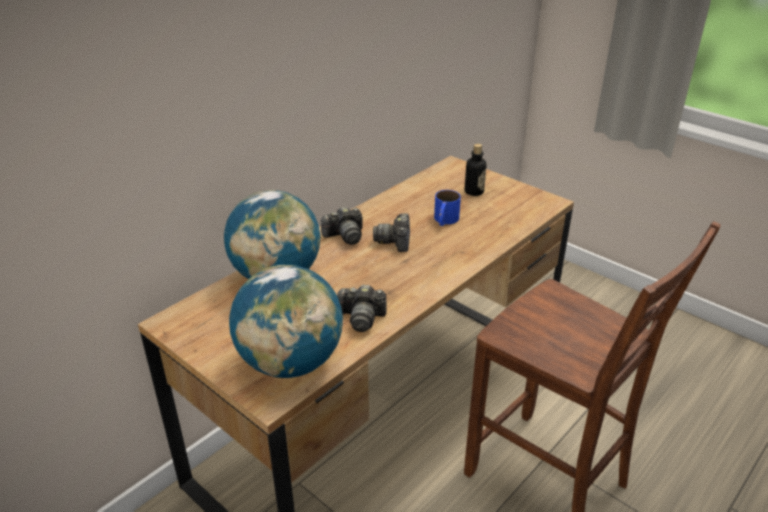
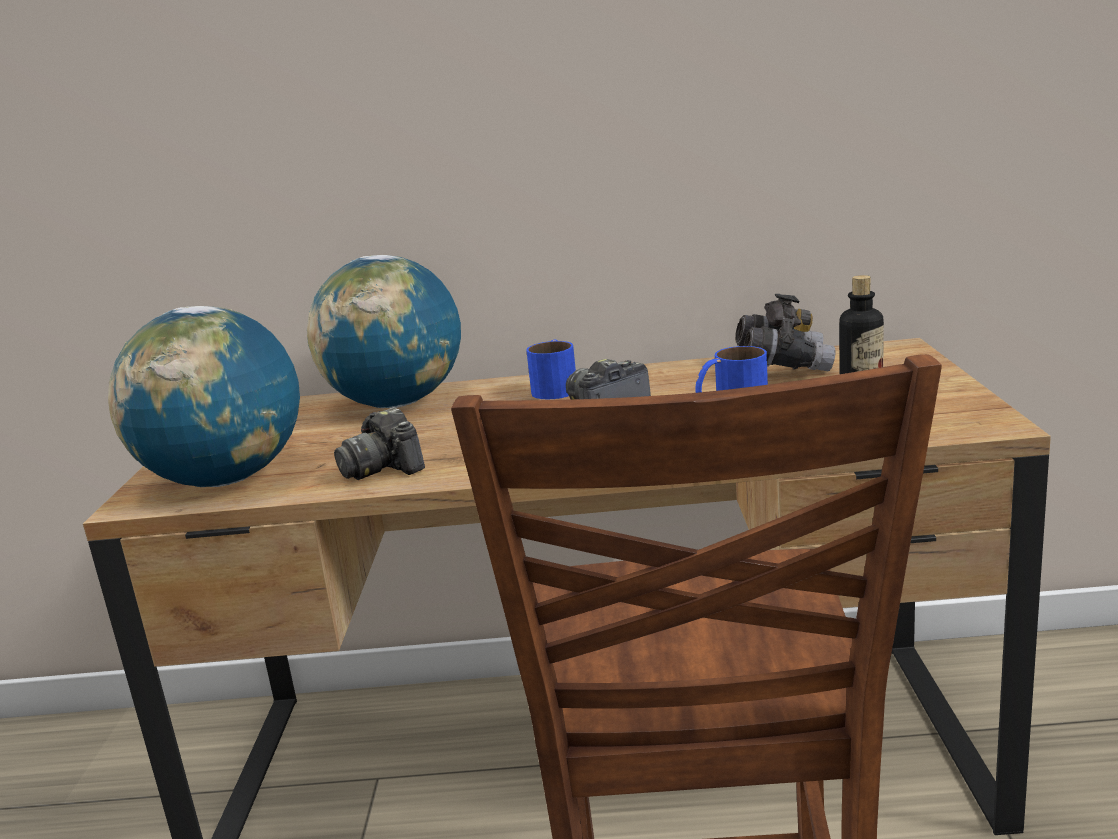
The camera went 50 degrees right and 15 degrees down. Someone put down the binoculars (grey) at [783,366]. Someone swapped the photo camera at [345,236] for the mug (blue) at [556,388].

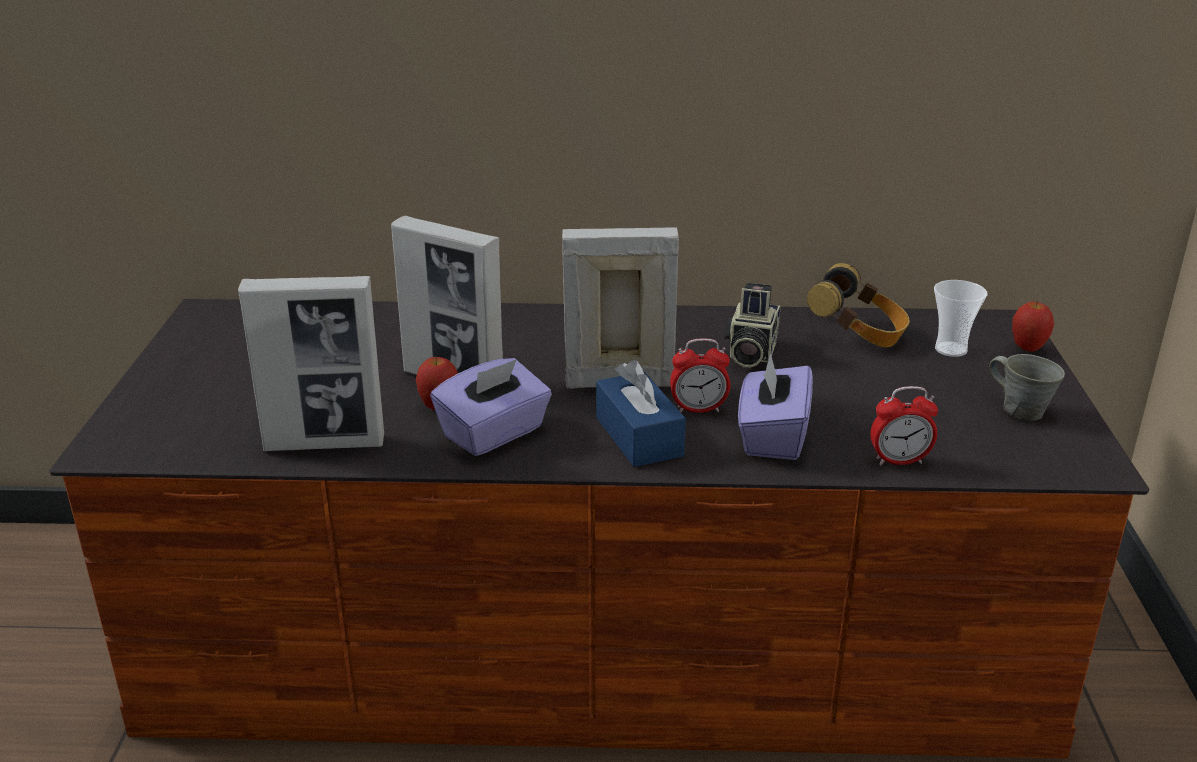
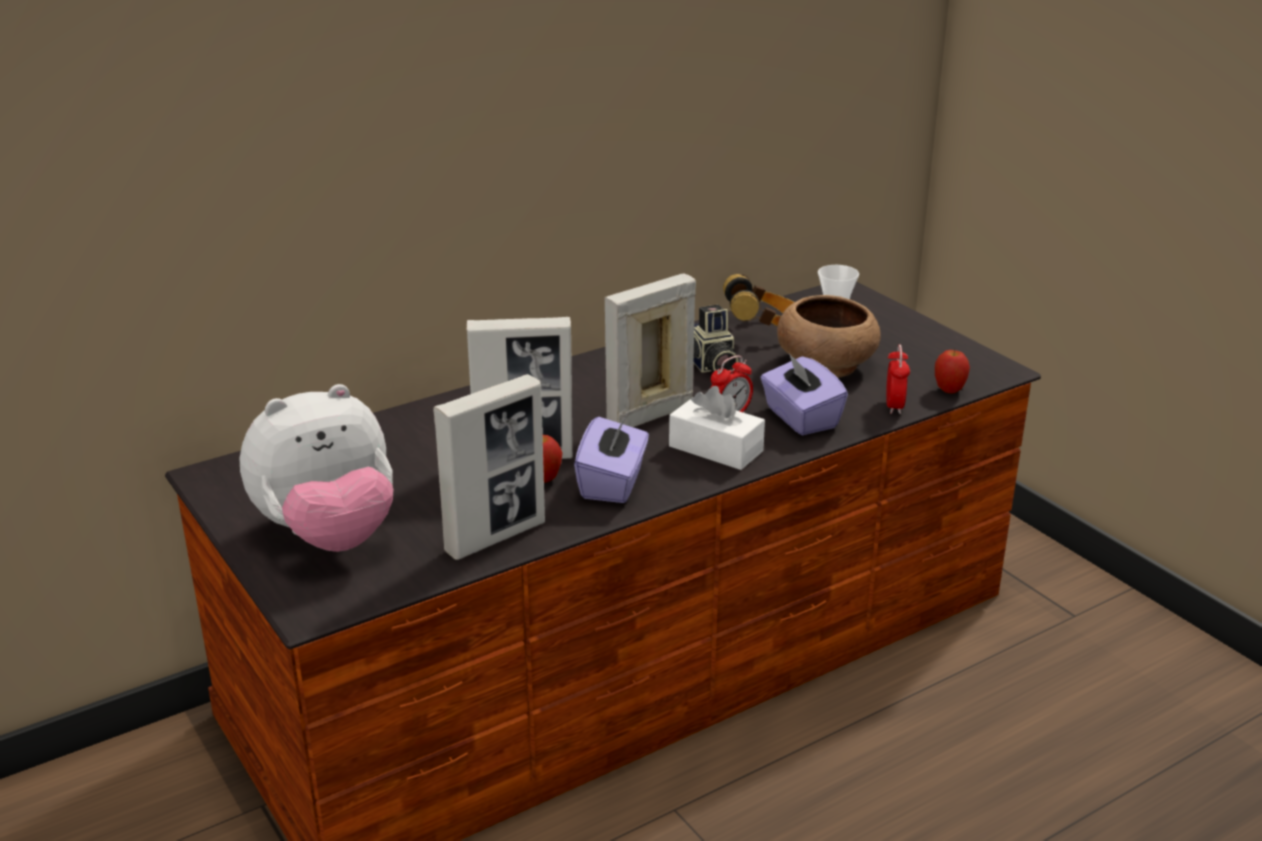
The camera went 35 degrees left and 0 degrees up. Someone took away the mug (grey) at [1020,410]. Someone put down the plush toy at [329,536]. Someone put down the bowl (brown) at [827,365]. Someone carried the apple from [1027,348] to [949,391]. Someone repainted the tissue box (blue) at [639,436], which became the tissue box (white) at [715,449]. Someone rotated the alarm clock at [899,461] by 45 degrees counterclockwise.

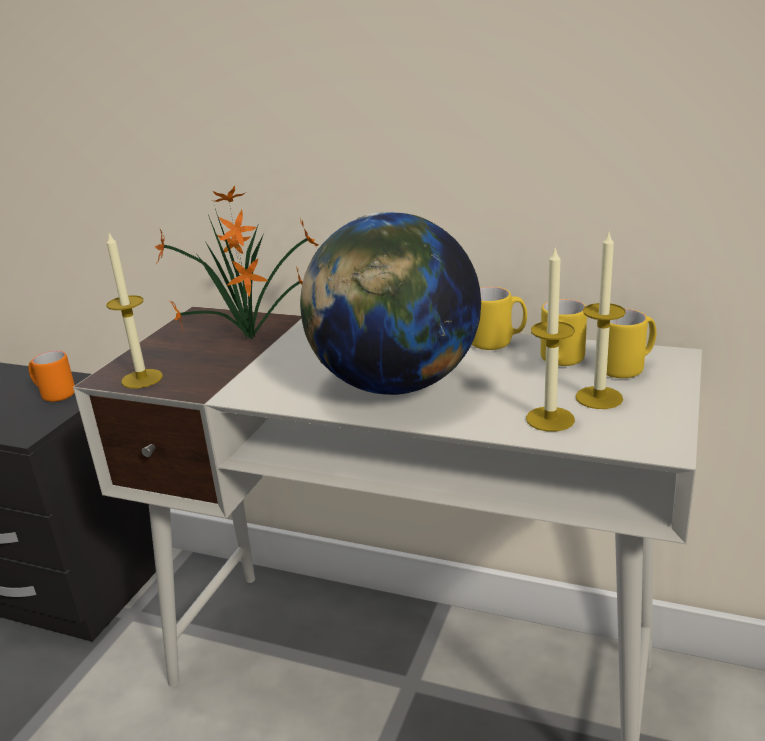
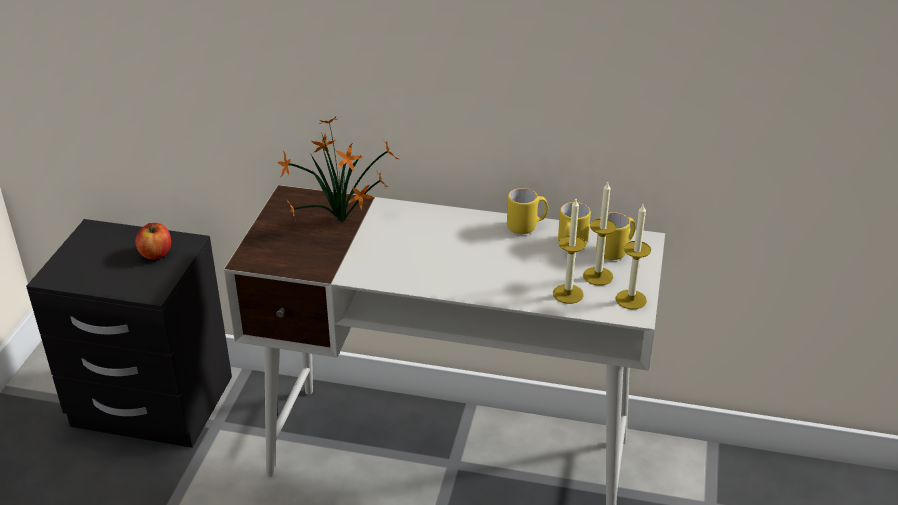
The camera went 10 degrees left and 10 degrees up. Someone took away the globe at [395,385]. Someone carried the candle from [142,379] to [631,299]. Someone swapped the mug (orange) at [54,394] for the apple at [156,254].

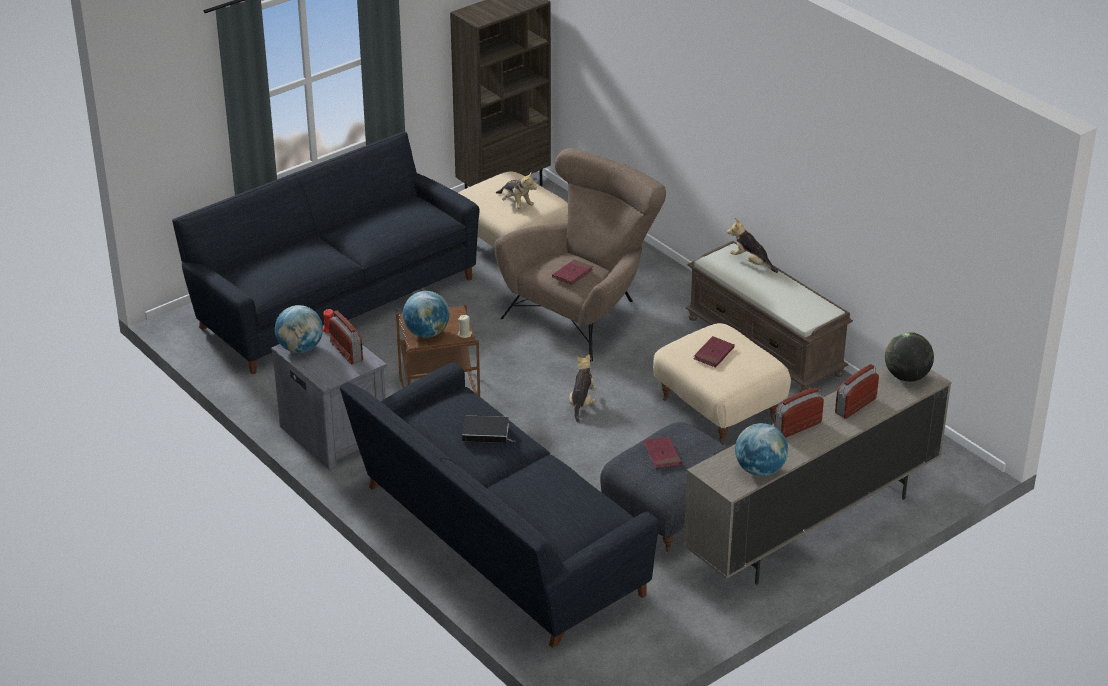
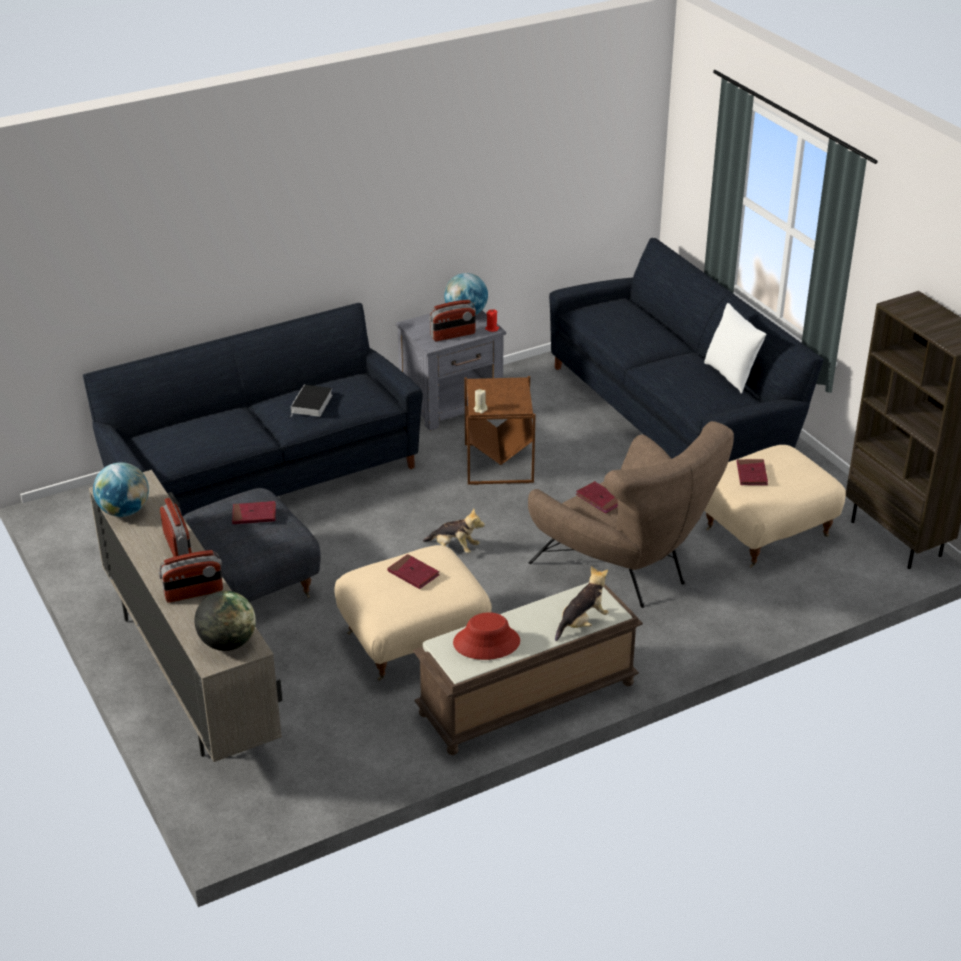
The camera went 100 degrees right and 0 degrees up. Someone took away the globe at [427,333]. Someone put down the hat (red) at [486,642]. Someone put down the pillow (white) at [731,375]. Someone swapped the plush toy at [515,204] for the book (red) at [751,474]. Someone rotated the radio at [855,406] by 105 degrees clockwise.

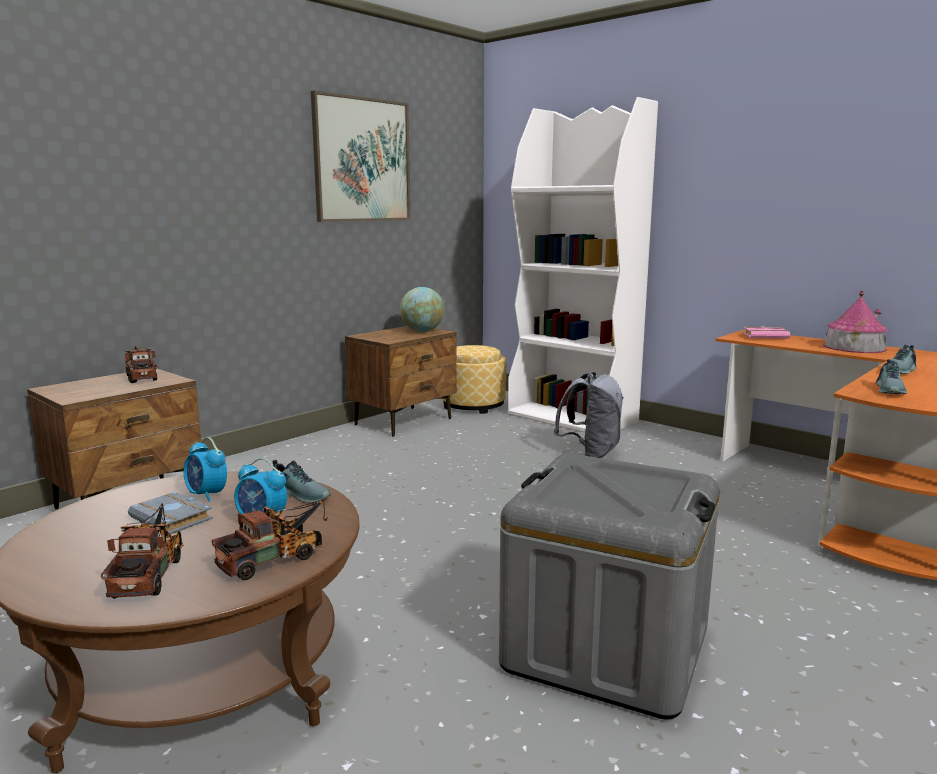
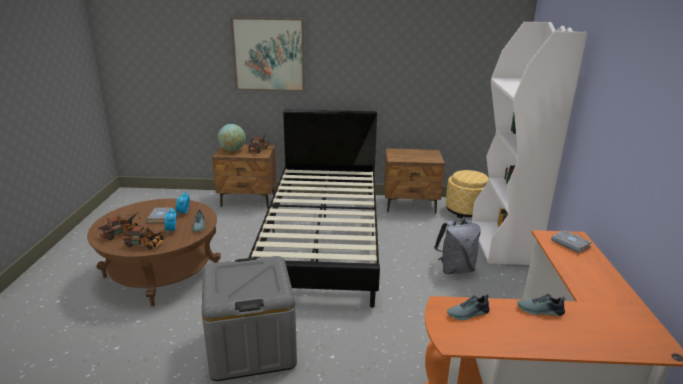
The camera went 50 degrees right and 10 degrees up. Someone took away the toy house at [854,347]. Someone put down the bed (black) at [323,239]. Someone carried the picture from [362,160] to [269,54]. Someone carried the globe from [422,331] to [232,150]. Someone repainted the book (pink) at [766,336], which became the book (grey) at [571,244].

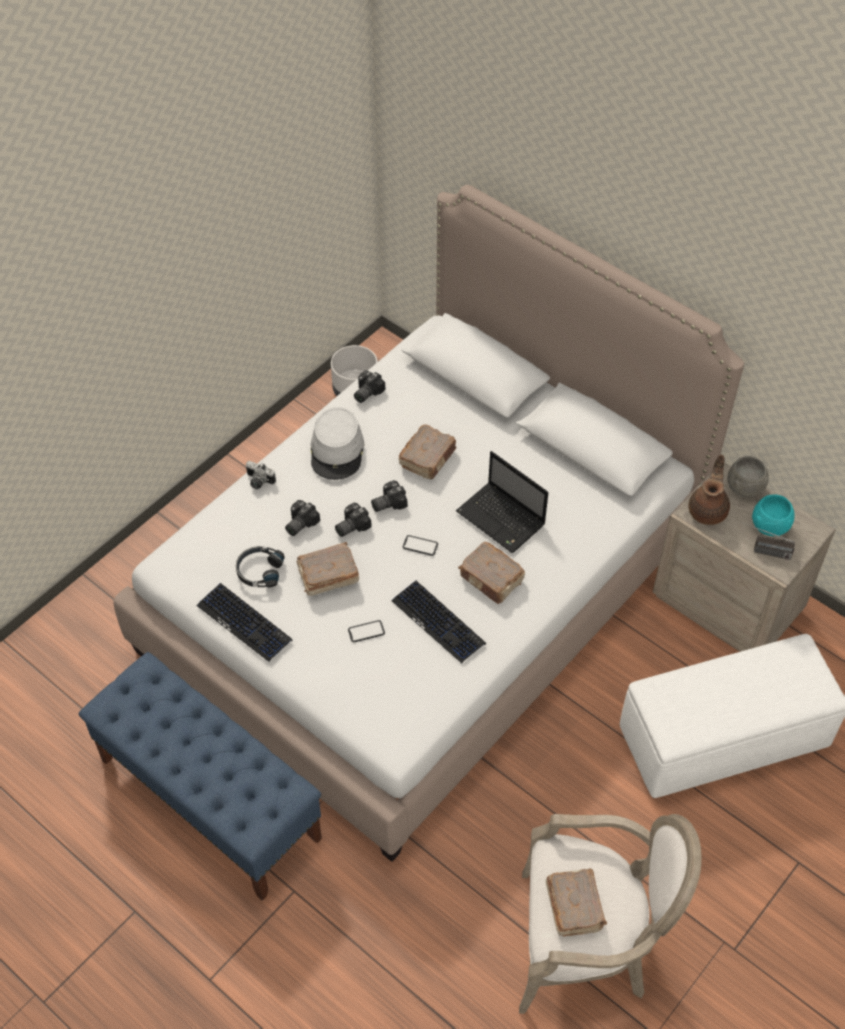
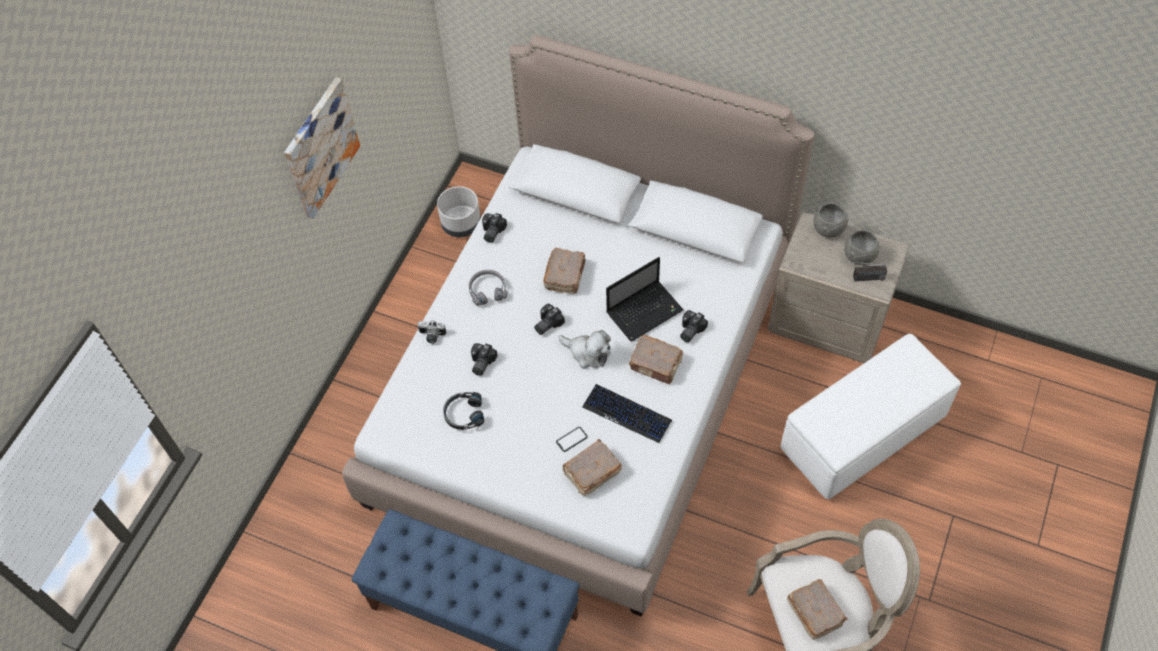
The camera went 15 degrees left and 5 degrees up. Someone took away the keyboard at [245,623]. Someone took away the teapot (brown) at [708,510]. Someone put up the picture at [320,147]. Someone carried the book (brown) from [327,576] to [591,472]. Someone carried the photo camera from [350,526] to [689,330]. Someone swapped the hat (grey) at [337,450] for the headphones (grey) at [487,290]. Someone swapped the phone at [420,546] for the plush toy at [587,353]. Someone repainted the bowl (turquoise) at [769,526], which became the bowl (grey) at [859,256]. Someone rotated the laptop at [502,519] by 60 degrees counterclockwise.

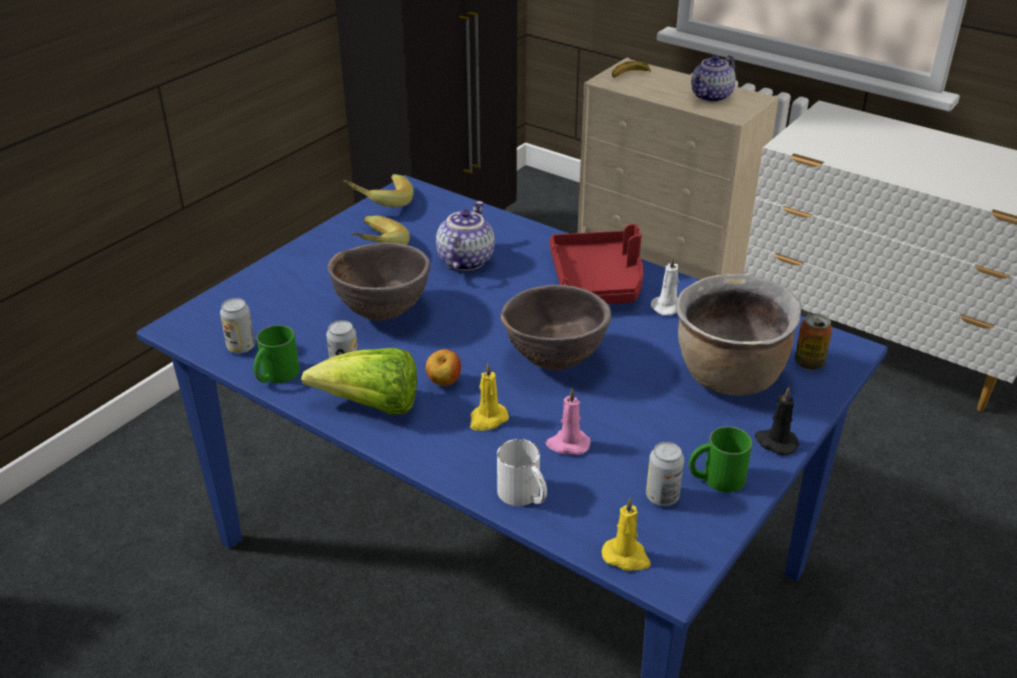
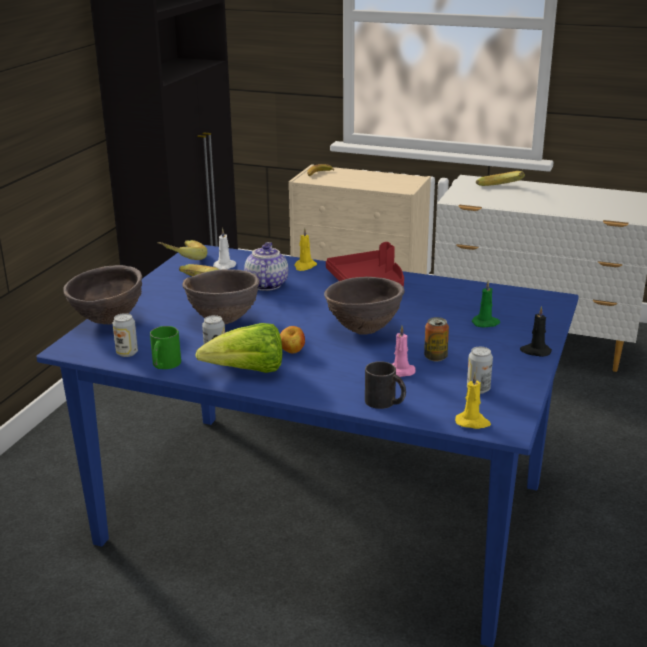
The camera went 15 degrees left and 10 degrees down. Someone took away the mug (green) at [715,478]. Someone took away the teapot at [712,97]. Someone put down the bowl (brown) at [108,321]. Someone put down the banana at [501,189]. Someone carried the candle (yellow) from [487,419] to [304,266]. Someone carried the candle (white) from [669,307] to [225,266]. Someone carried the can from [809,363] to [435,357]. Someone swapped the cooking pot (brown) at [728,377] for the candle (green) at [486,323]. Someone repainted the mug (white) at [524,496], which became the mug (black) at [385,402].

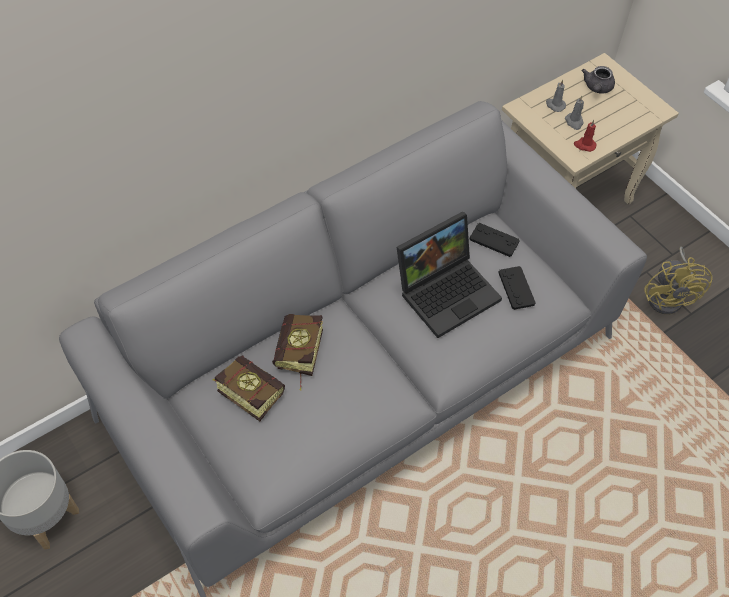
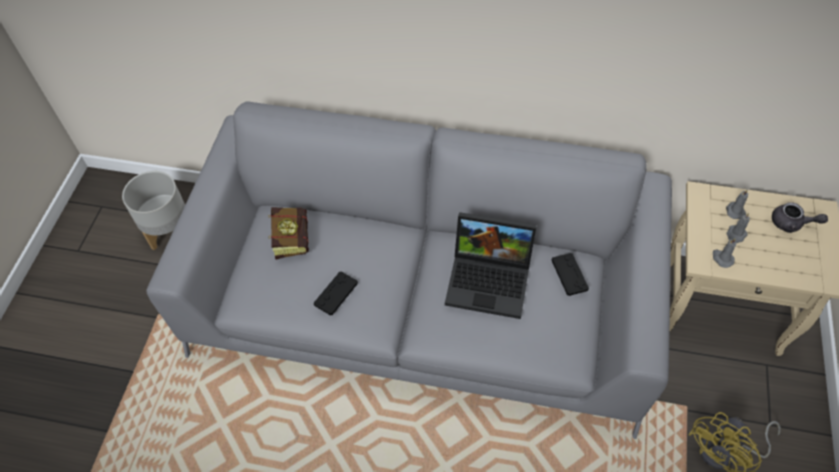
The camera went 50 degrees right and 0 degrees up. Someone took away the book at [298,358]. Someone carried the game controller (black) from [516,288] to [336,293]. Someone repainted the candle (red) at [584,145], which became the candle (grey) at [722,258]. Someone rotated the teapot (grey) at [597,88] by 135 degrees counterclockwise.

